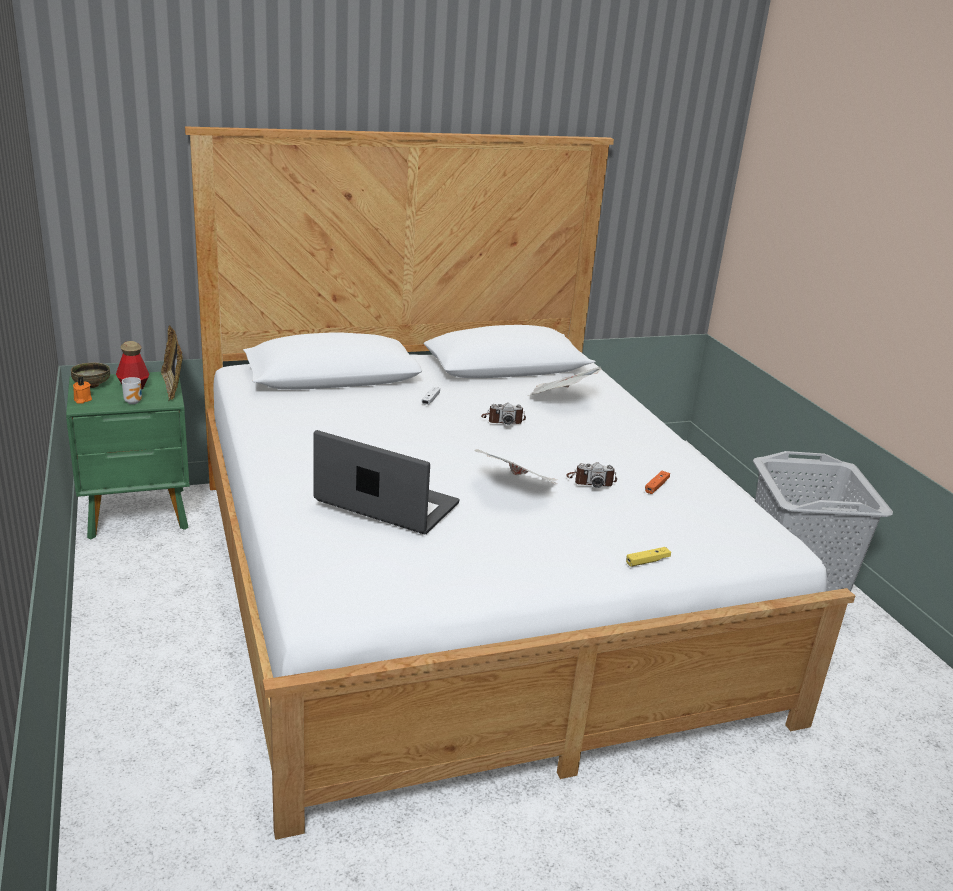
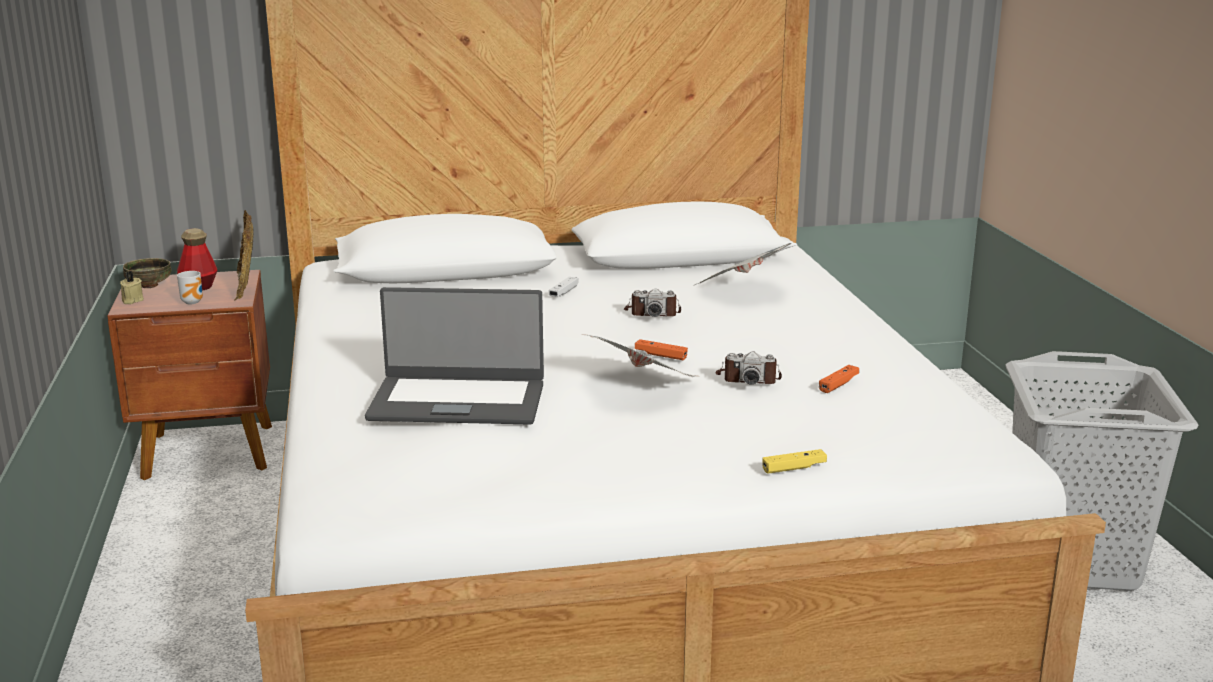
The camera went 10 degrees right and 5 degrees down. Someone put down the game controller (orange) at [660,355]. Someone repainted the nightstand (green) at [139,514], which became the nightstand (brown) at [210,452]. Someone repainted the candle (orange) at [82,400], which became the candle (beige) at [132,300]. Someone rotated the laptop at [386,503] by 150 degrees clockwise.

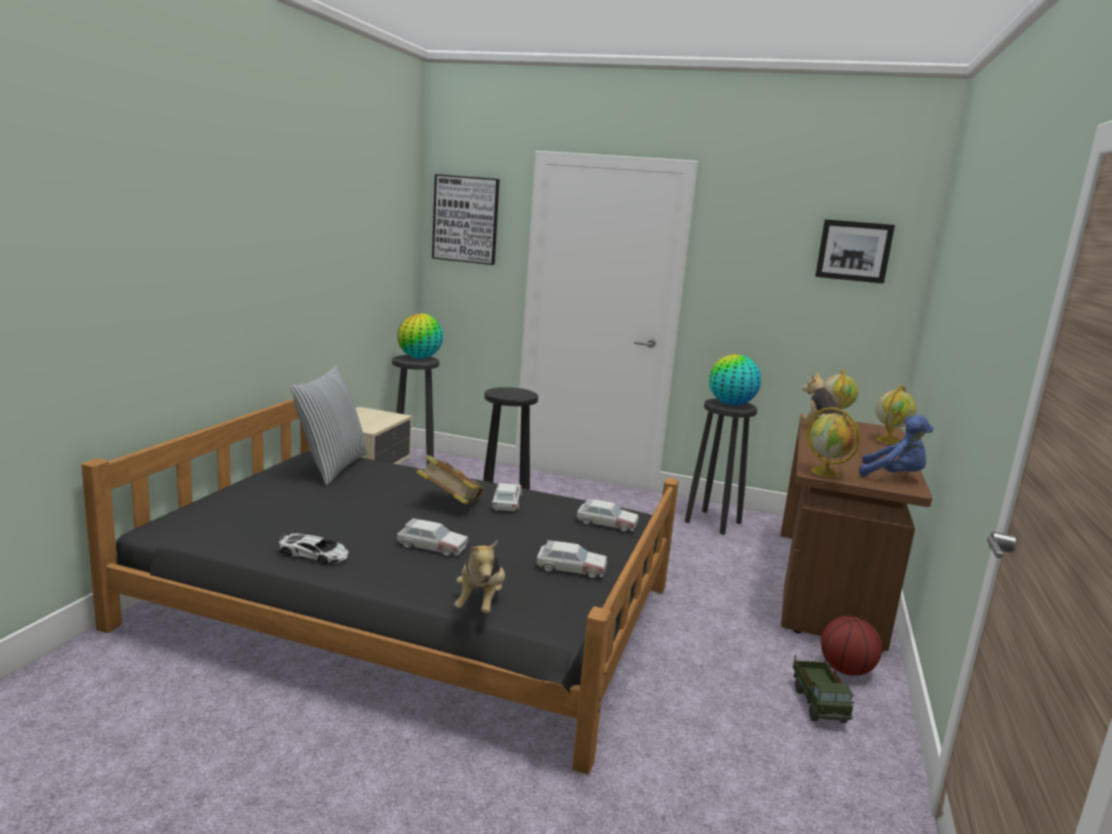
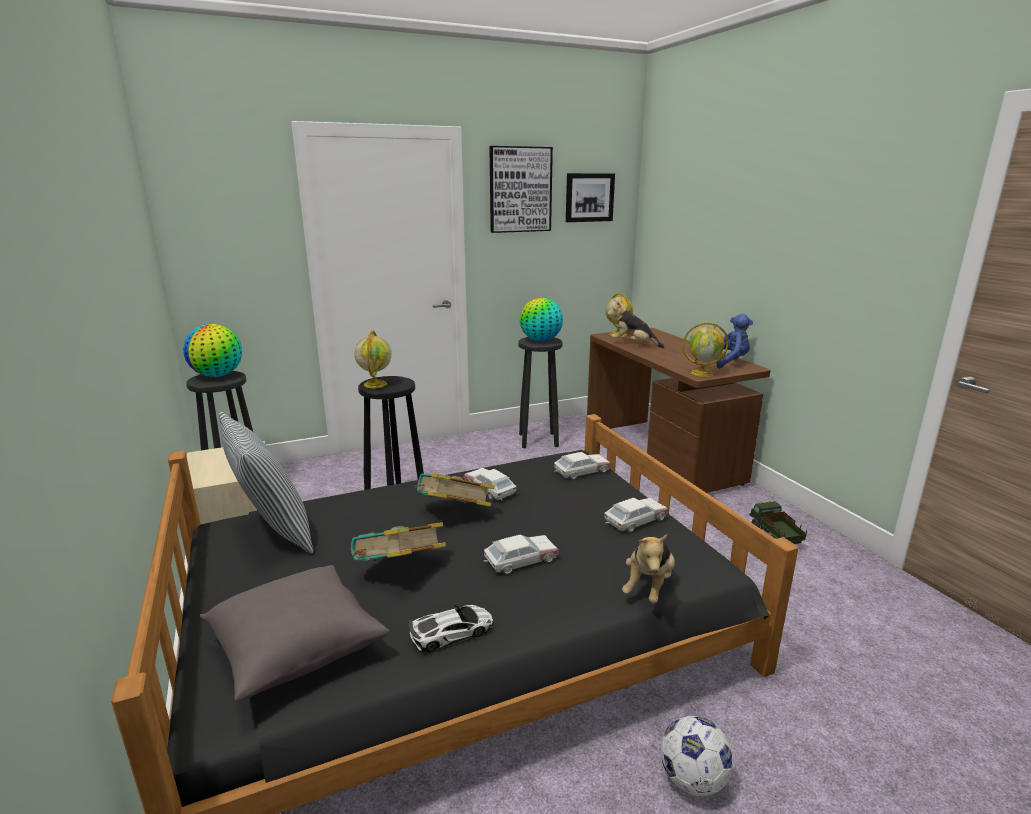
The camera went 40 degrees left and 5 degrees up. Someone took away the basketball at [846,670]. Someone put down the pillow (grey) at [296,647]. Someone put down the book at [400,570]. Someone put down the football at [693,780]. Someone carried the picture from [466,219] to [520,190]. Someone carried the globe from [889,441] to [375,384]. Someone rotated the plush toy at [480,603] by 60 degrees clockwise. Someone rotated the toy truck at [818,704] by 150 degrees counterclockwise.

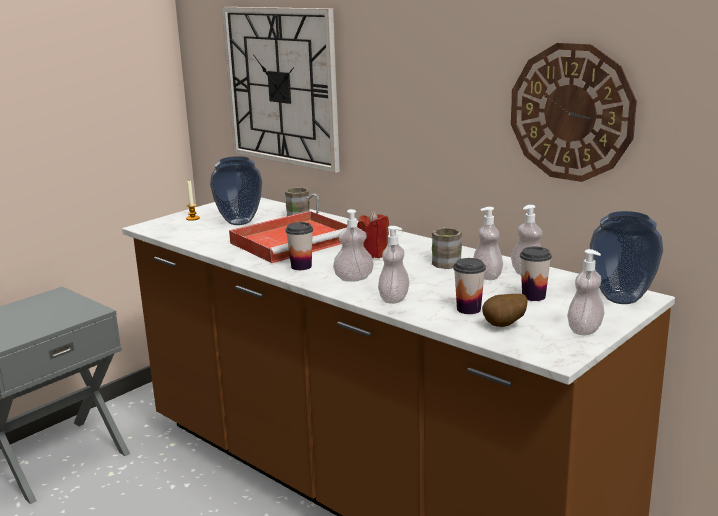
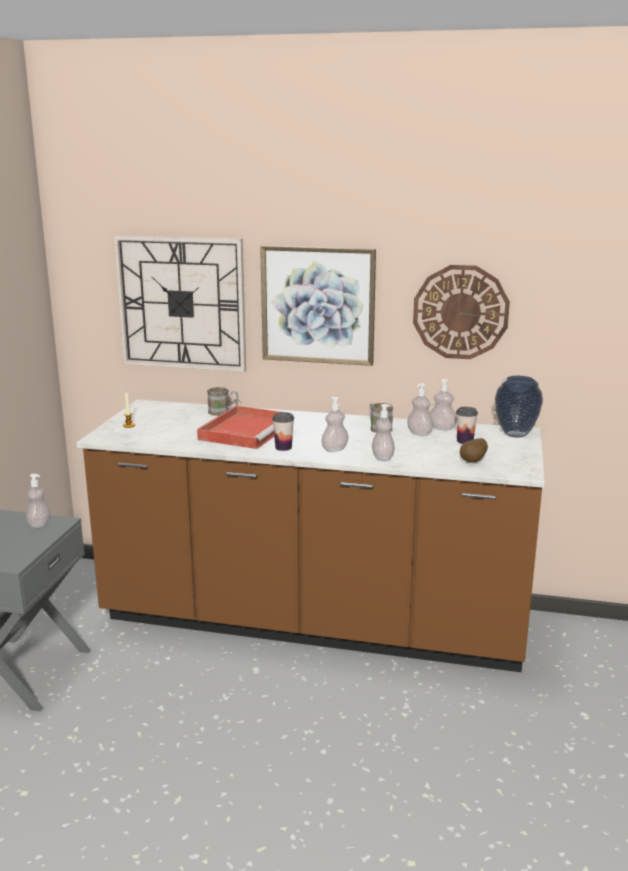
The camera went 30 degrees left and 0 degrees up. Someone took away the vase at [239,222]. Someone took away the candle (red) at [374,253]. Someone took away the cup at [468,309]. Someone put up the picture at [318,305]. Someone carried the soap dispenser from [584,330] to [39,524].

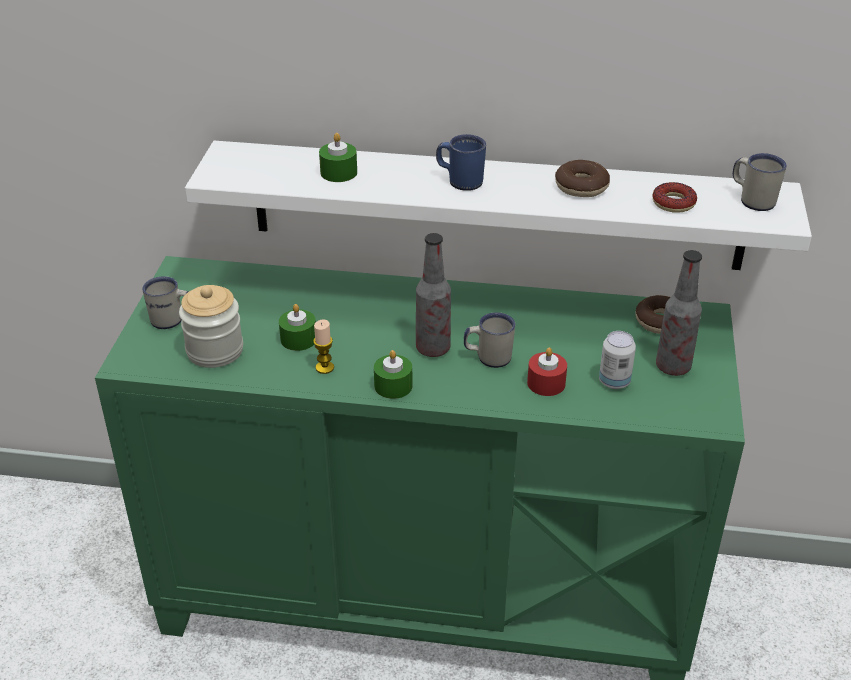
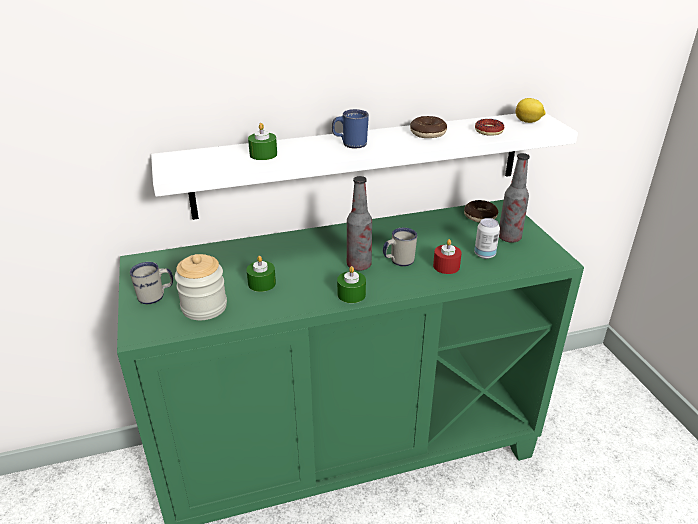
The camera went 25 degrees left and 5 degrees down. Someone took away the candle at [324,367]. Someone swapped the mug (white) at [752,199] for the lemon at [528,122].

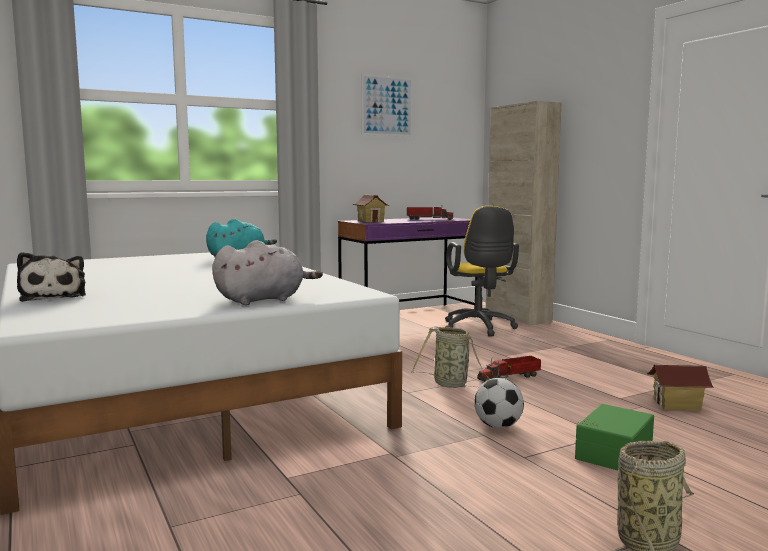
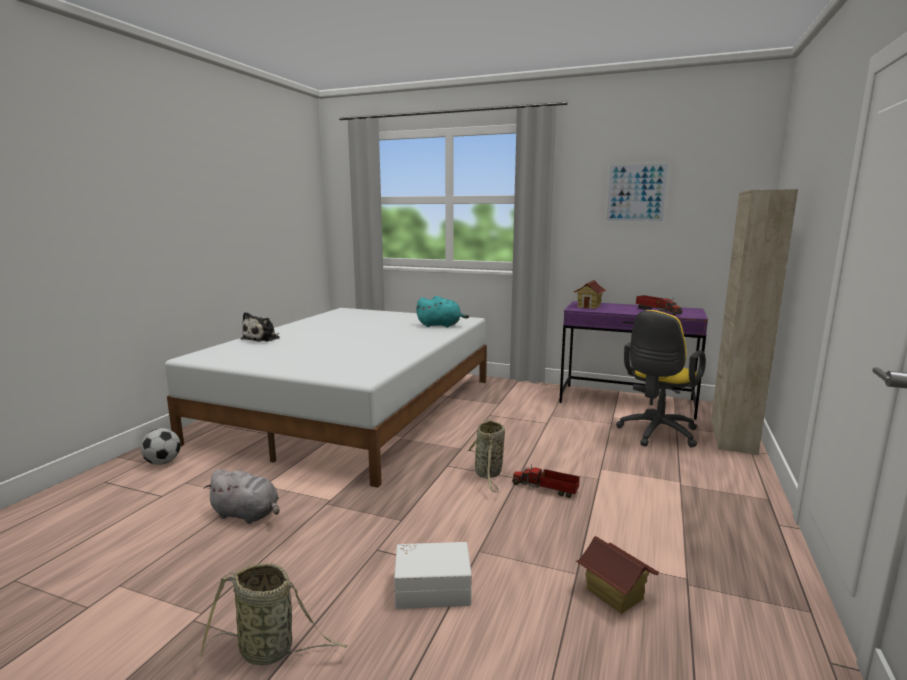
The camera went 50 degrees right and 5 degrees up. Someone carried the plush toy (grey) from [263,300] to [247,515]. Someone carried the football from [498,426] to [163,462]. Someone repainted the storage box (green) at [612,452], which became the storage box (white) at [432,587].

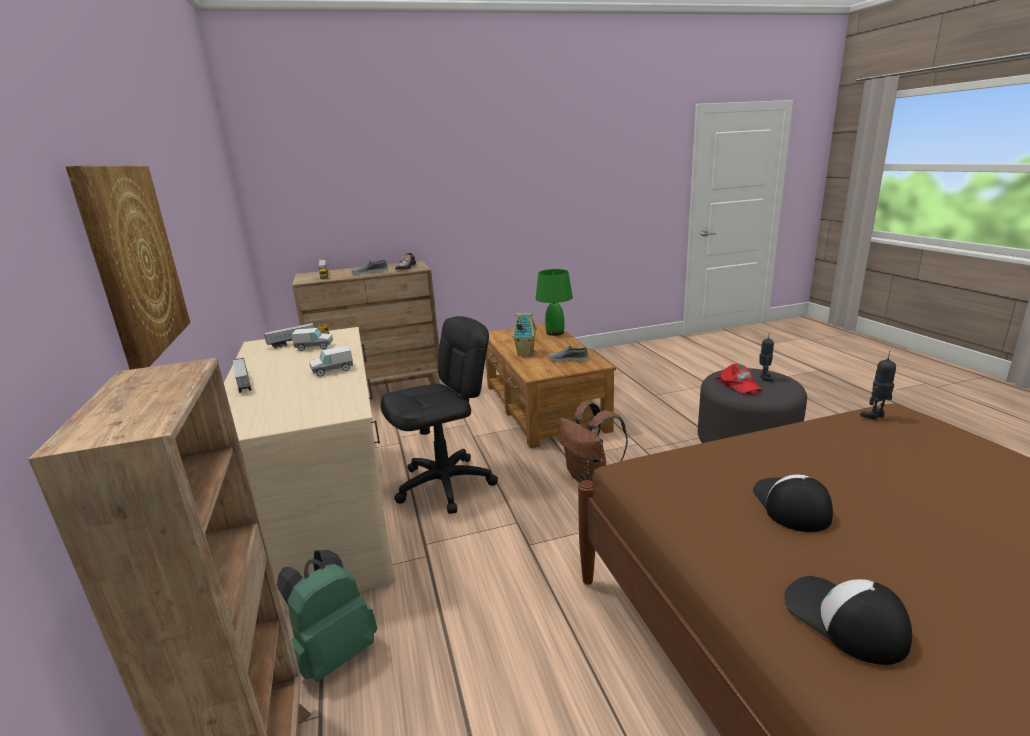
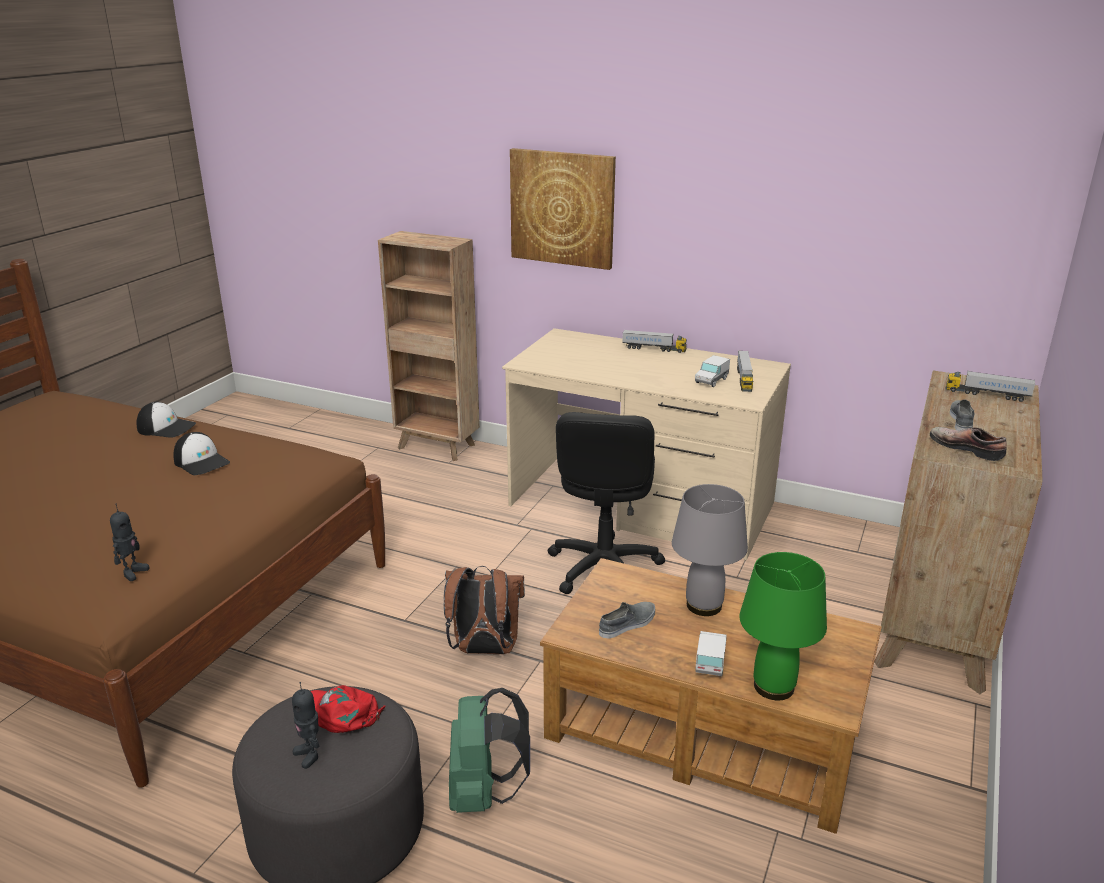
The camera went 130 degrees right and 5 degrees up. Someone carried the backpack (green) from [334,653] to [484,793]. Someone carried the toy truck from [332,370] to [710,661]. Someone swapped the toy house at [525,353] for the table lamp (grey) at [705,605].

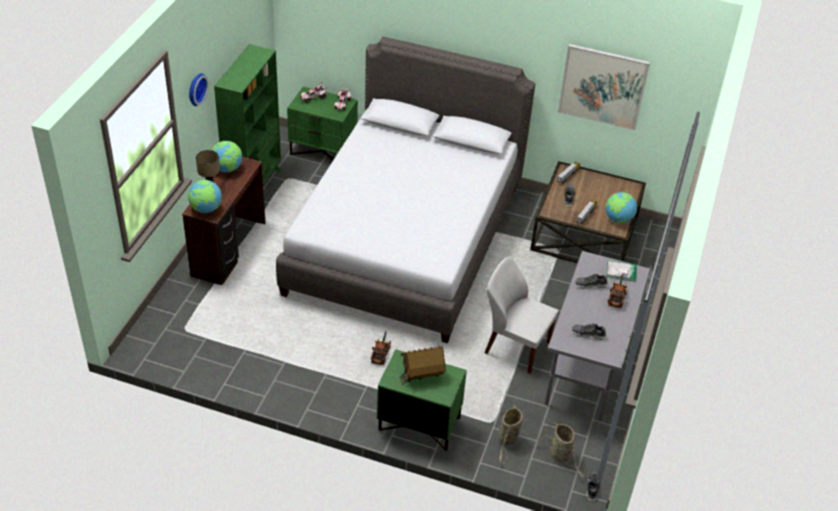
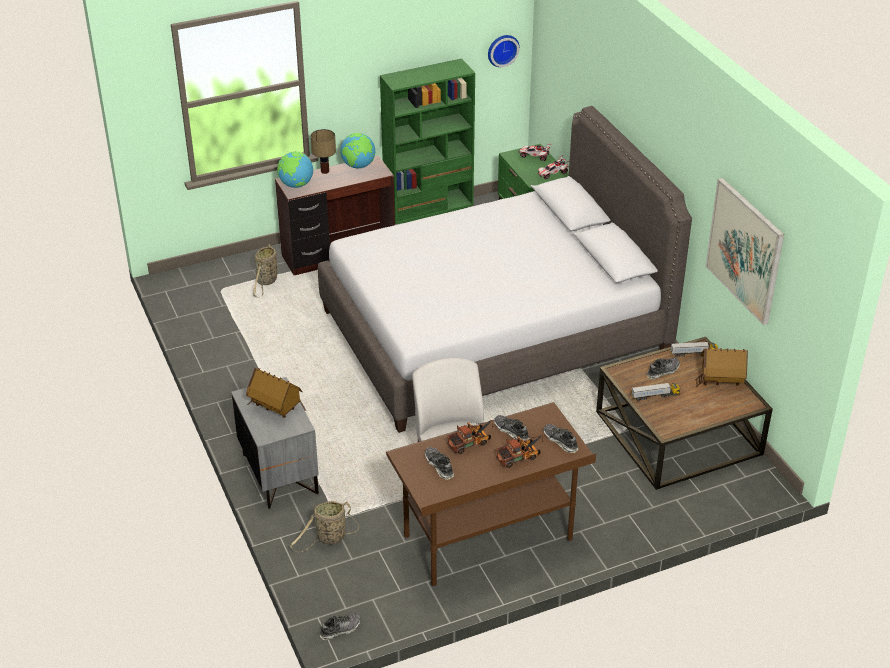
The camera went 50 degrees right and 5 degrees down. Someone took away the globe at [618,219]. Someone put down the toy house at [720,381]. Someone carried the wall clock from [195,89] to [502,49]. Someone carried the toy truck from [381,352] to [471,443]. Someone carried the basket from [560,456] to [266,282]. Someone swapped the book at [621,271] for the shoe at [560,441]. Someone repainted the nightstand (green) at [418,424], which became the nightstand (grey) at [278,474]. Someone repainted the desk (grey) at [587,369], which became the desk (brown) at [488,540].

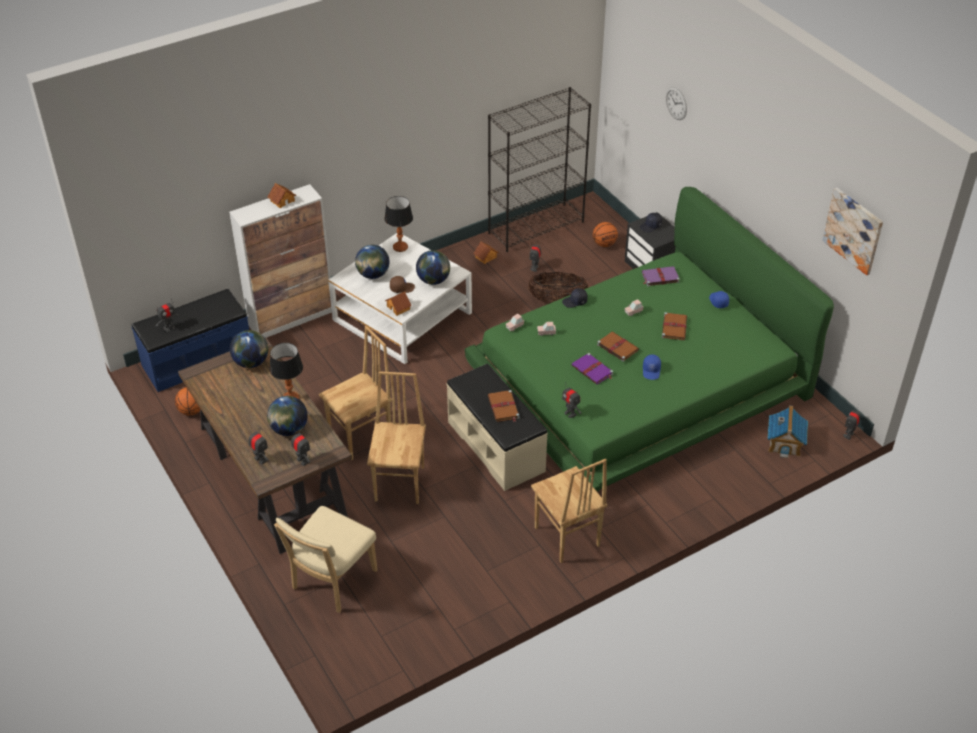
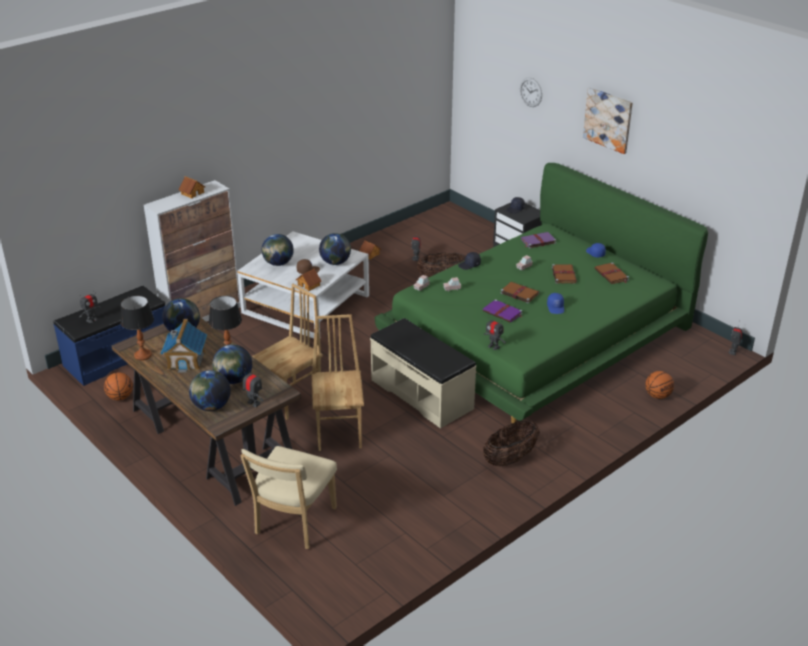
The camera went 10 degrees left and 10 degrees down. Someone took away the bookcase (black) at [536,227]. Someone carried the table lamp from [400,247] to [143,355]. Someone carried the book (brown) from [503,408] to [612,275]. Someone carried the basketball from [604,244] to [657,395]. Someone carried the toy house from [785,443] to [186,360]. Someone carried the picture from [853,230] to [608,119]. Someone swapped the toy robot at [260,459] for the globe at [211,406]. Someone swapped the chair (brown) at [566,537] for the basket at [510,459].

